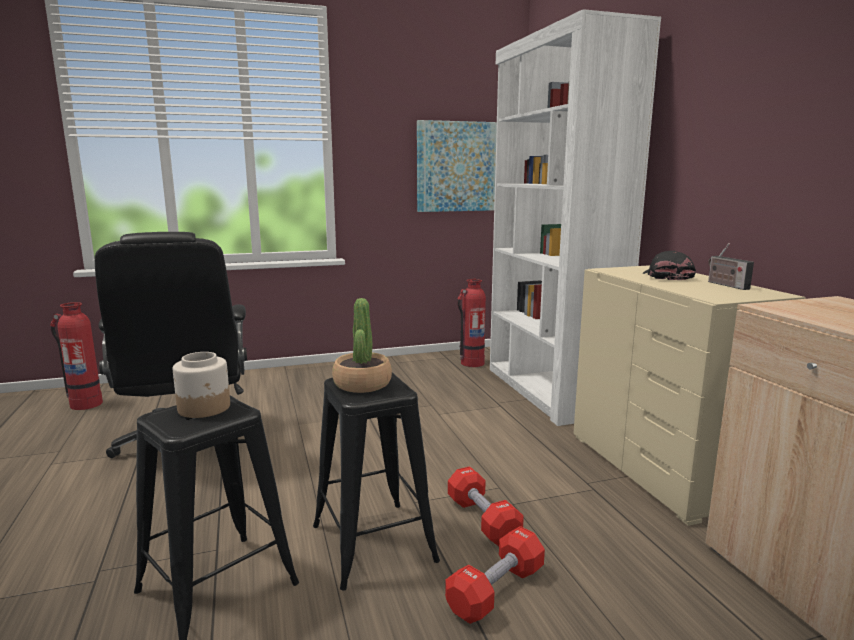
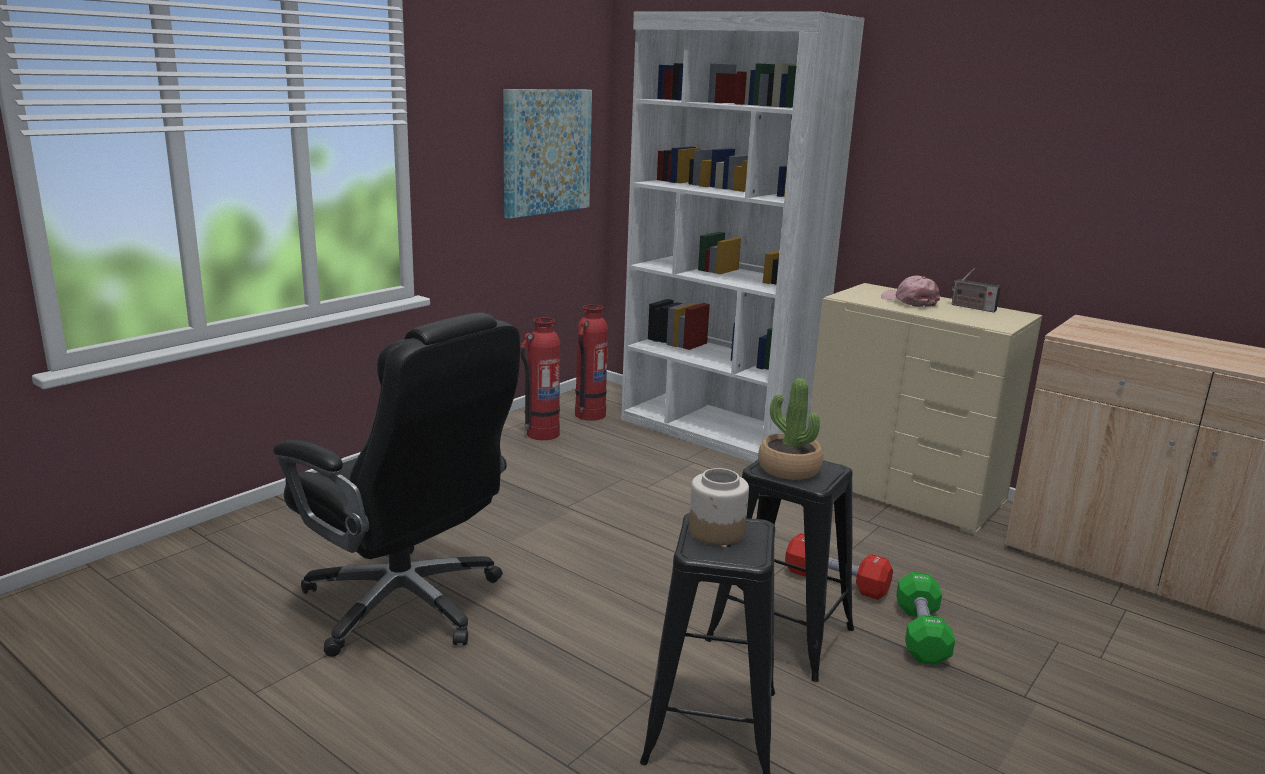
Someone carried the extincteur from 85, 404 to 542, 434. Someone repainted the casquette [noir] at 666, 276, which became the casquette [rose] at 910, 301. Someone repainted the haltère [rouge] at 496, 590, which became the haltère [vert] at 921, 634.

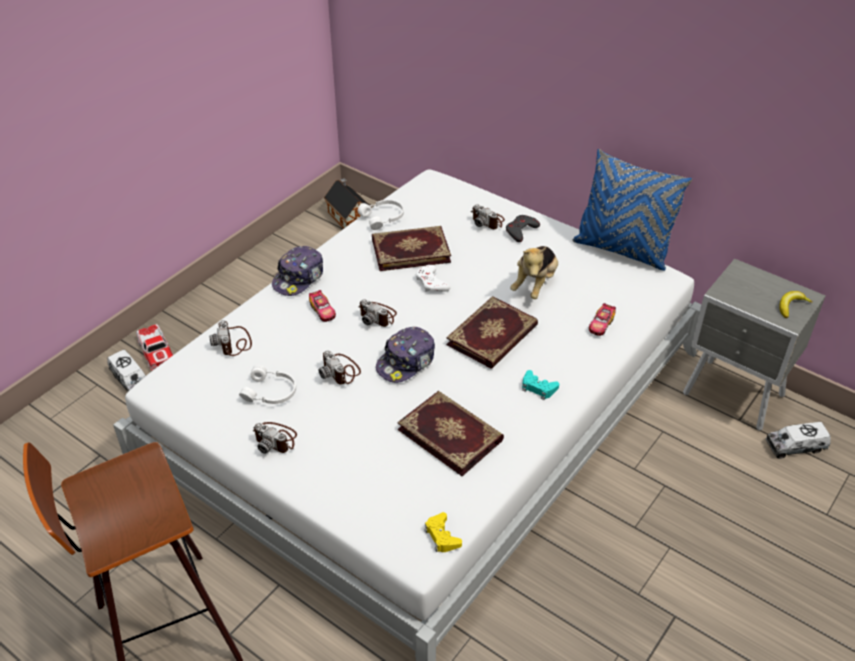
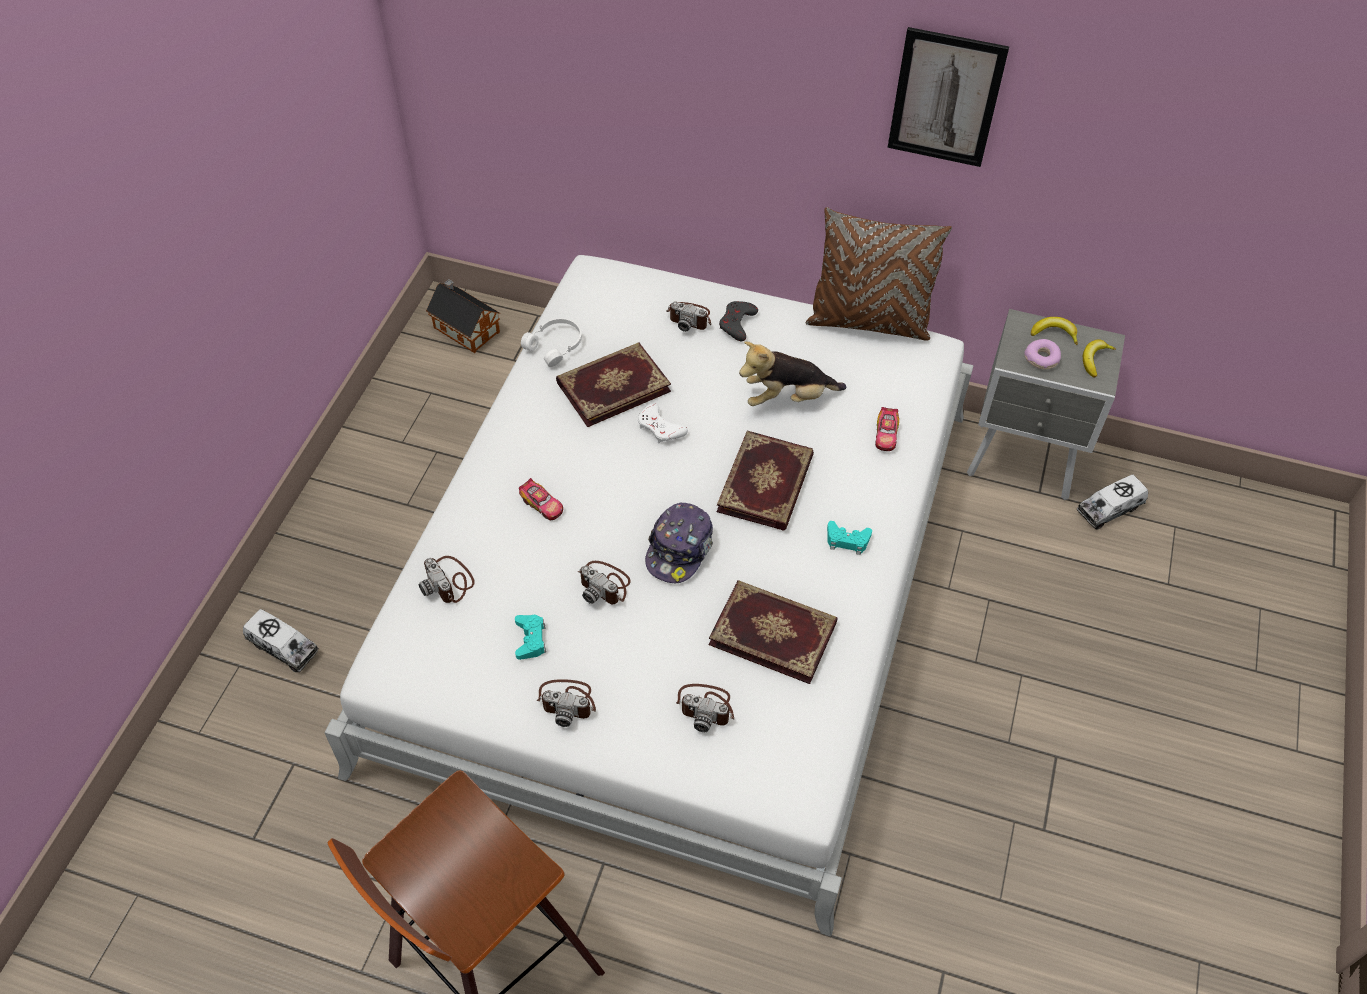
Someone swapped the casque audio [blanc] at 270, 392 for the manette [turquoise] at 530, 639. Someone carried the appareil photo from 378, 316 to 706, 707. Someone rotated the peluche at 535, 284 by 75 degrees clockwise. Someone repainted the coussin [bleu] at 622, 250, which became the coussin [marron] at 868, 322. Someone put up the tableau at 945, 98. Someone put down the beignet at 1042, 359. Someone put down the banane at 1054, 333. Someone took away the petite voiture at 156, 351. Someone took away the casquette at 299, 278. Someone took away the manette [jaune] at 442, 536.

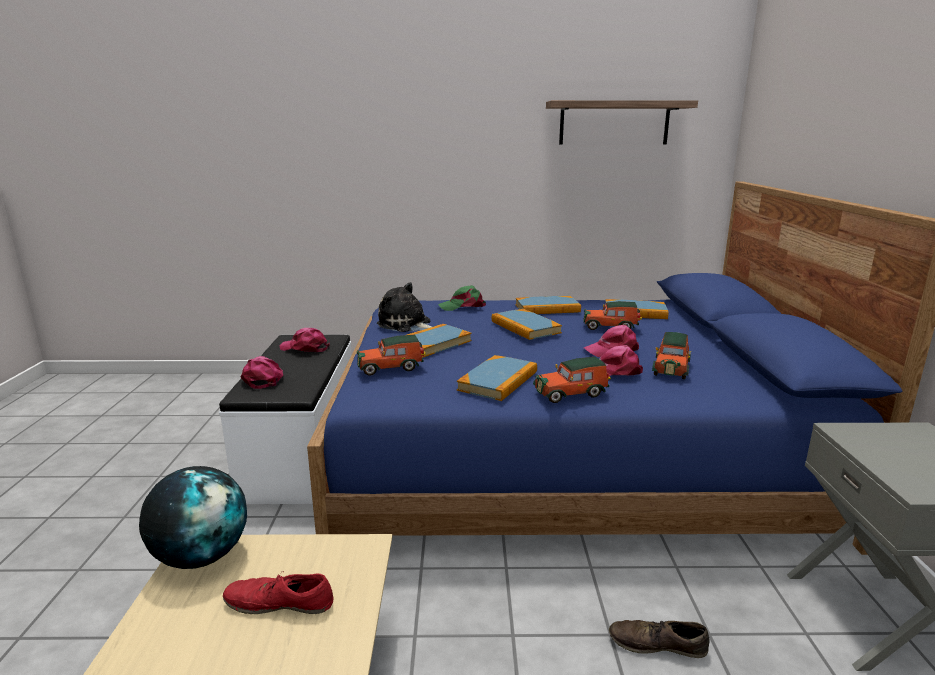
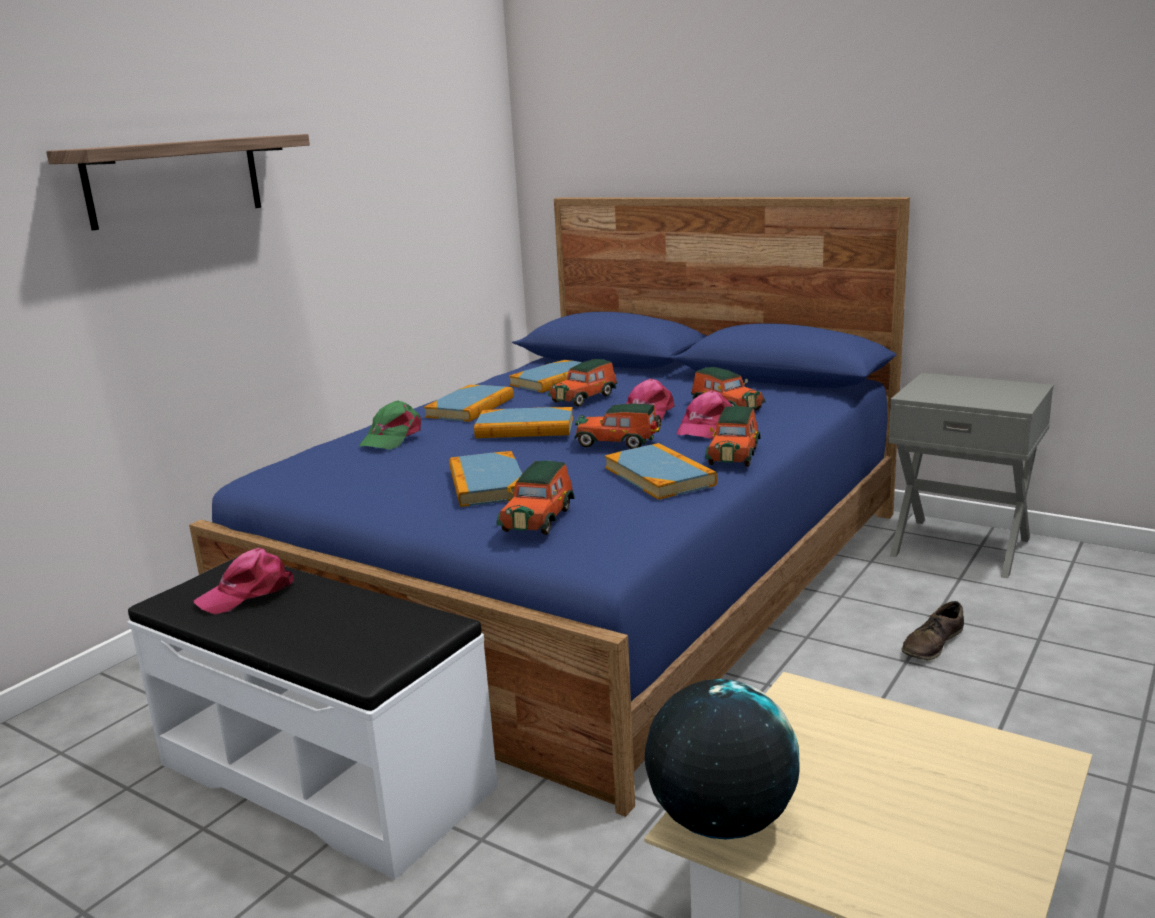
Someone carried the étagère from 614, 123 to 175, 180. Someone put down the petite voiture at 619, 443. Someone took away the chaussure [rouge] at 279, 602. Someone took away the casquette [rose] at 264, 378. Someone took away the peluche at 406, 325.

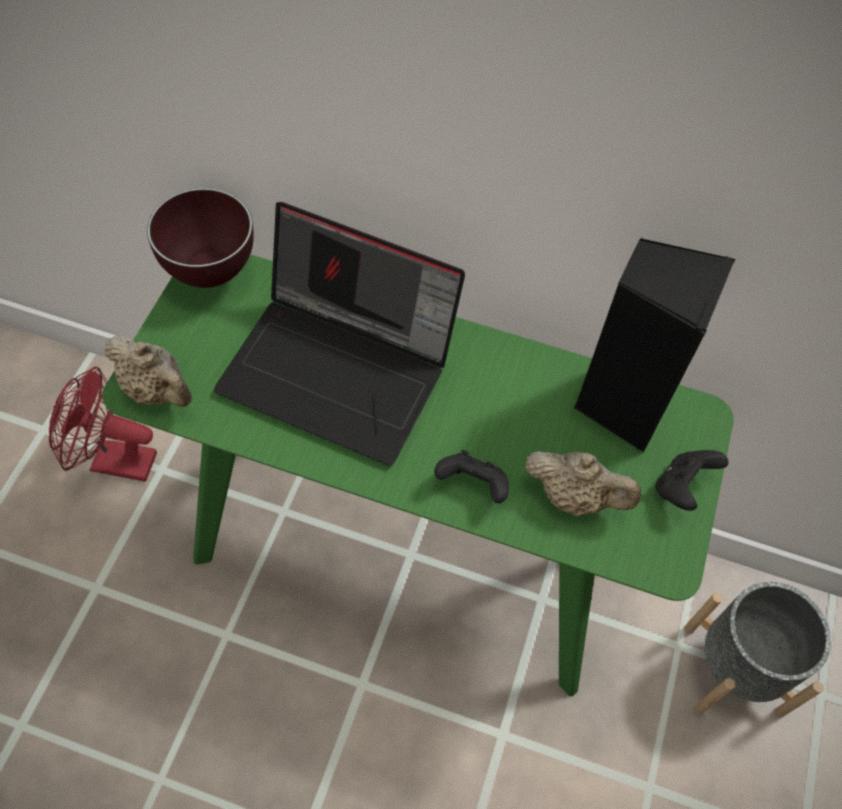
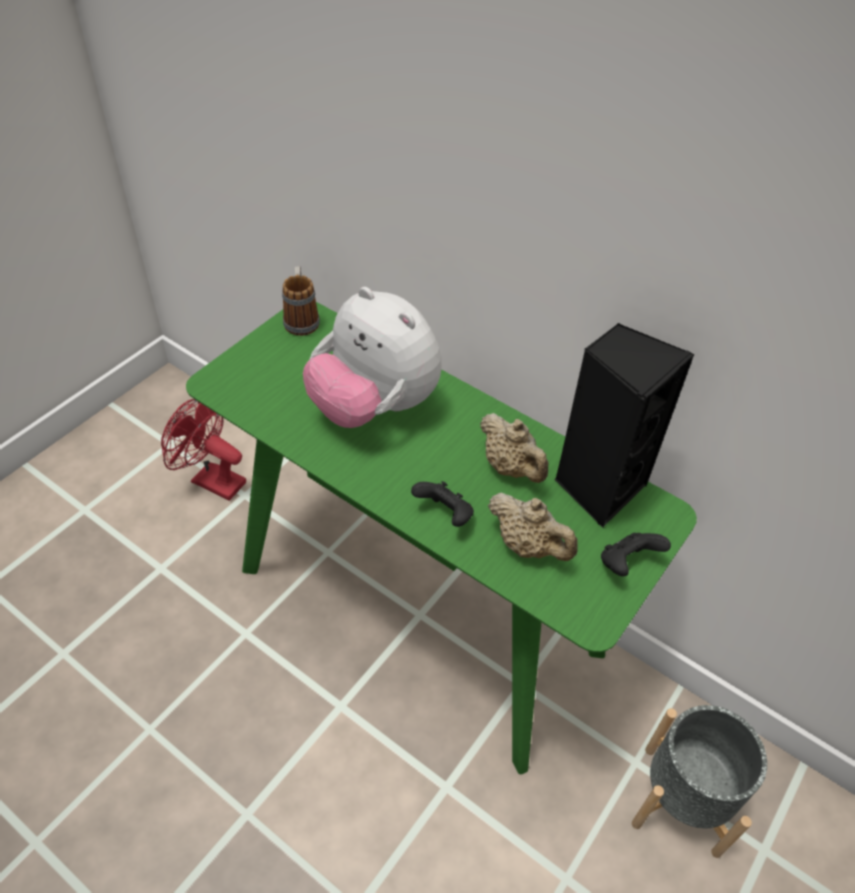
Someone swapped the bol [marron] at 208, 273 for the mug at 301, 319. Someone swapped the ordinateur portable at 341, 370 for the peluche at 373, 407. Someone carried the théière [beige] from 157, 390 to 511, 467.

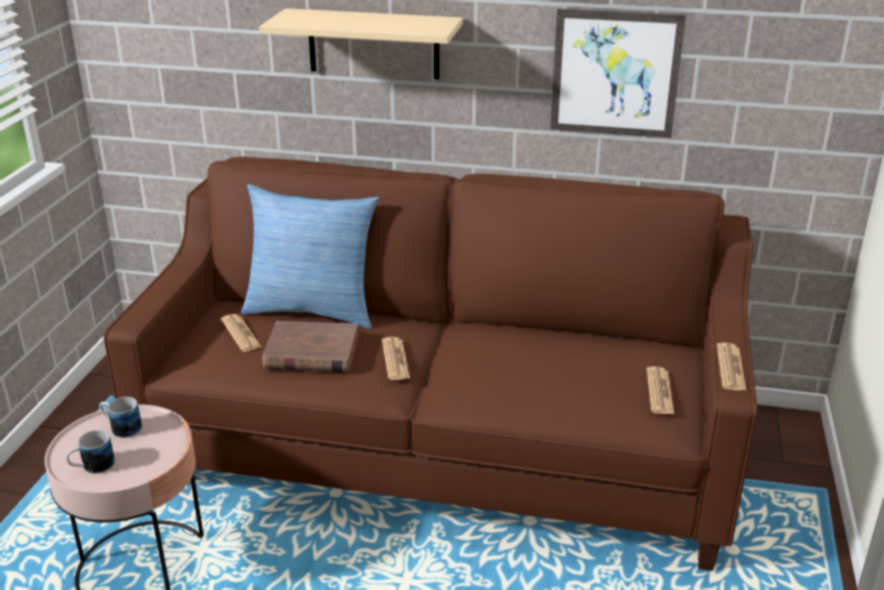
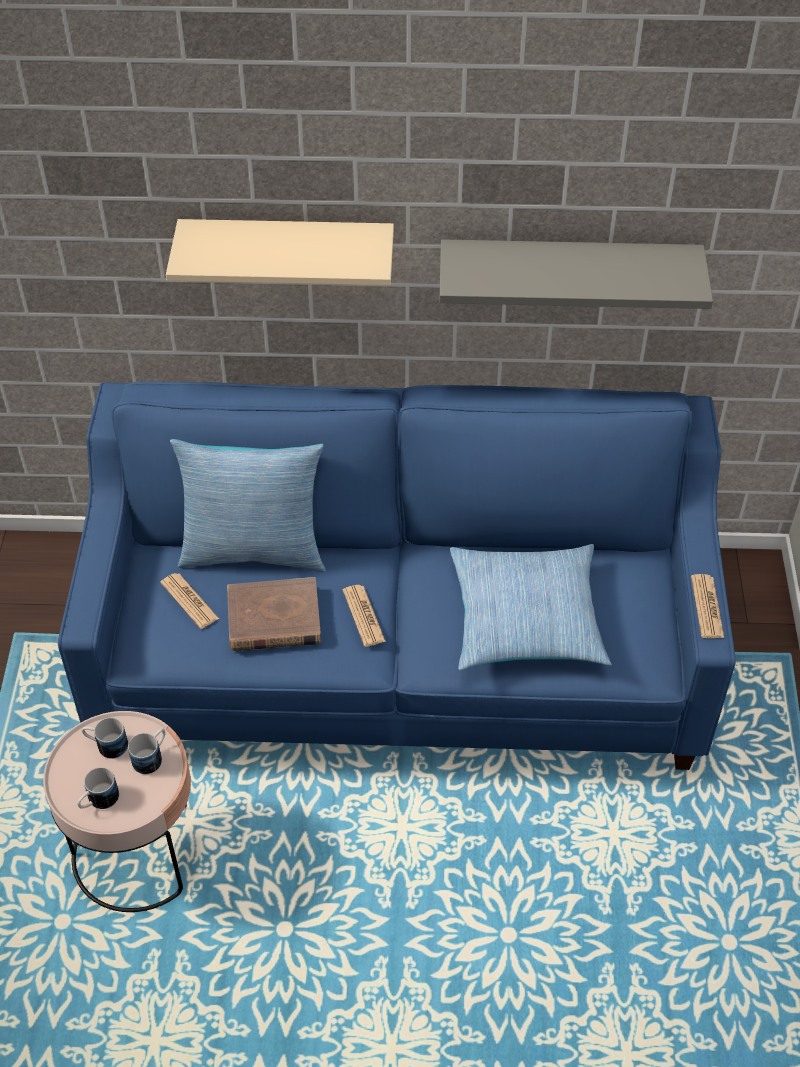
Someone repainted the canapé [marron] at 442, 446, which became the canapé [bleu] at 400, 652. Someone put down the mug at 152, 757. Someone swapped the tableau at 615, 74 for the étagère [gris] at 568, 271. Someone put down the coussin at 526, 618. Someone took away the journal at 659, 391.

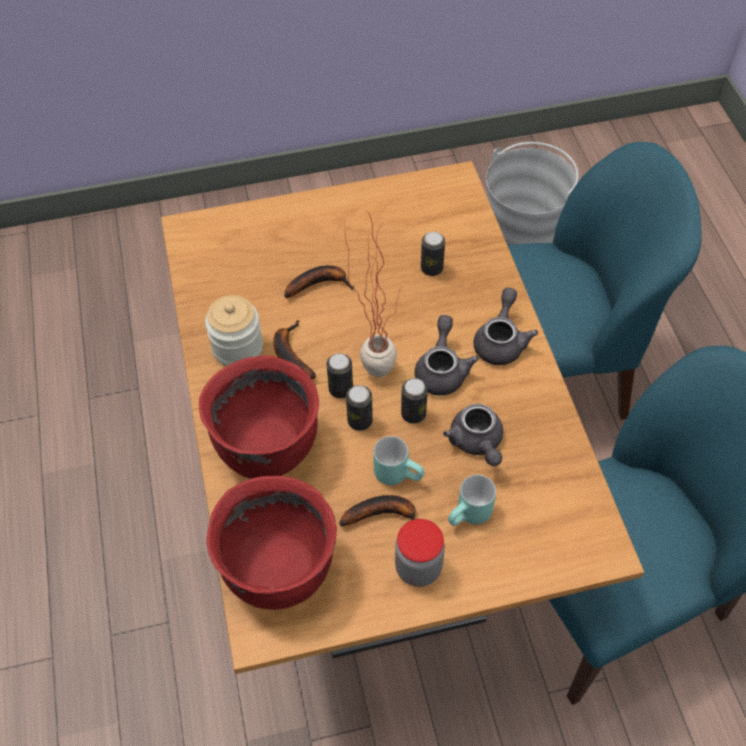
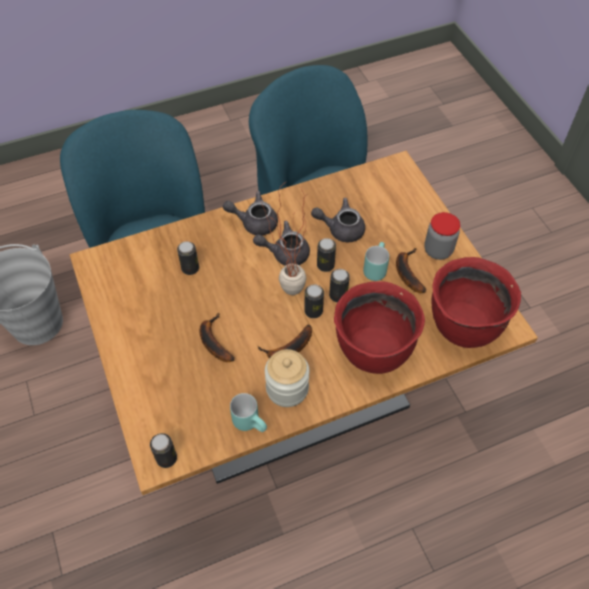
Someone put down the boîte métallique at 166, 458. Someone carried the mug [turquoise] from 470, 517 to 251, 422. Someone rotated the théière [gris] at 477, 443 by 150 degrees counterclockwise.

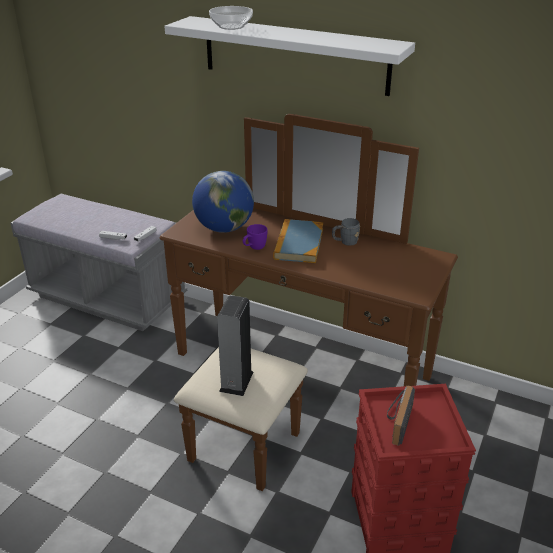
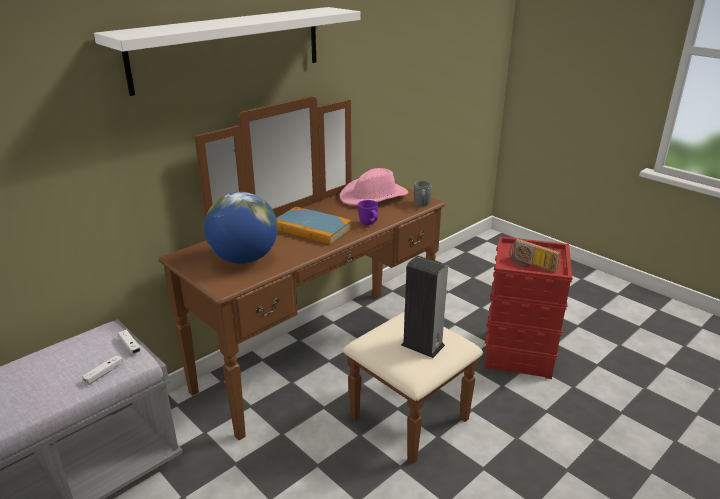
Someone put down the chapeau [rose] at 374, 196. Someone carried the mug [violet] from 254, 248 to 369, 224. Someone carried the mug [gris] from 345, 242 to 422, 205. Someone took away the bol at 231, 26.

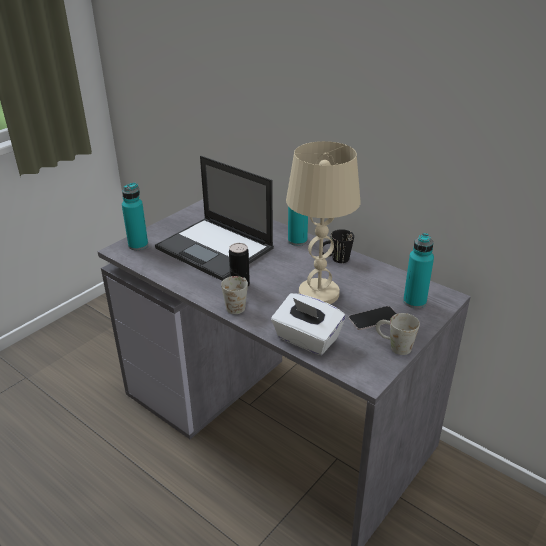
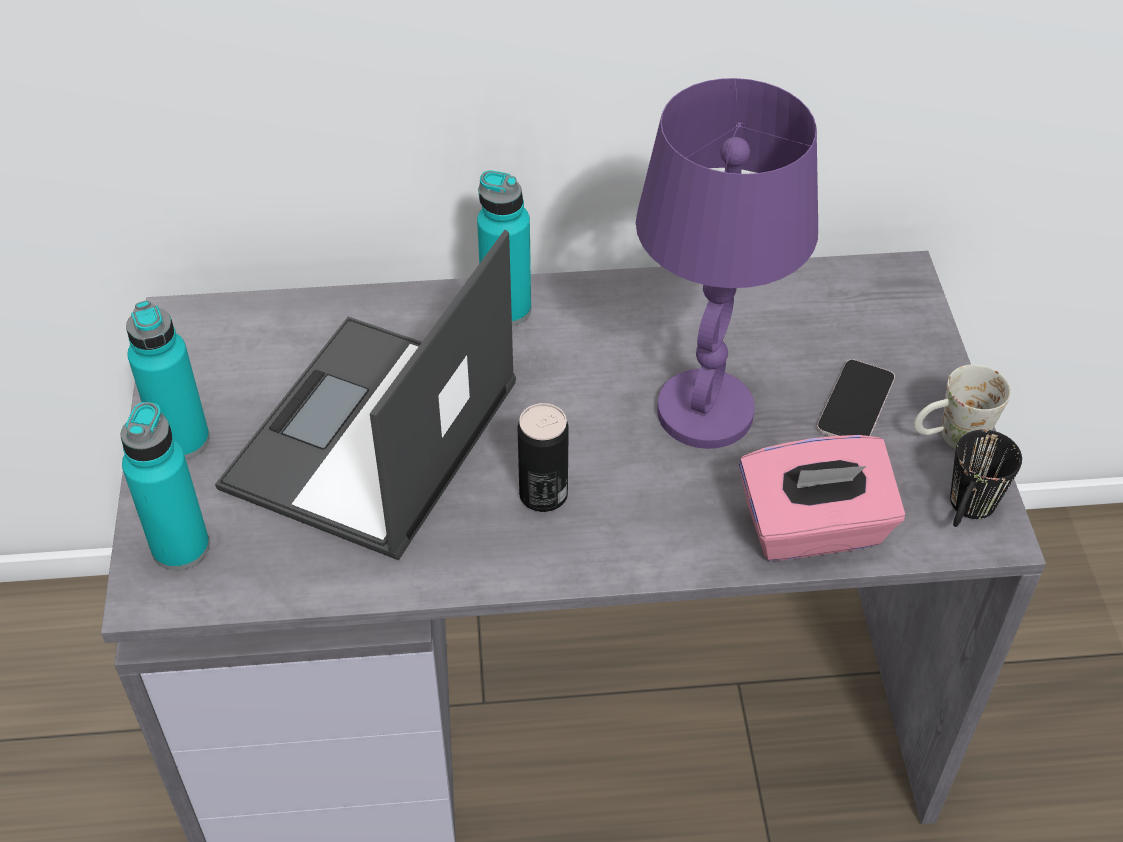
Someone carried the bouteille [turquoise] from 414, 302 to 182, 440. Someone rotated the ordinateur portable at 216, 248 by 120 degrees clockwise. Someone repainted the lampe de table [beige] at 318, 293, which became the lampe de table [violet] at 705, 412. Someone repainted the boîte à mouchoirs [blanc] at 306, 339, which became the boîte à mouchoirs [rose] at 813, 529. Someone carried the mug [noir] from 335, 259 to 967, 512. Someone took away the mug [blanc] at 238, 305.

